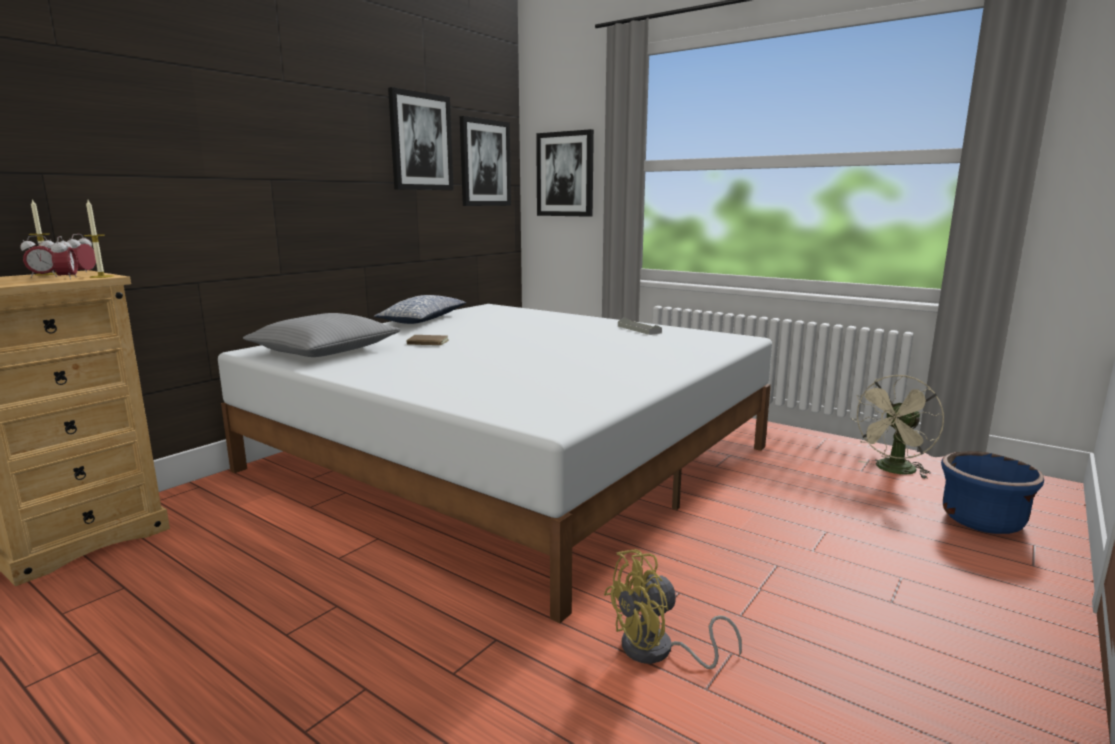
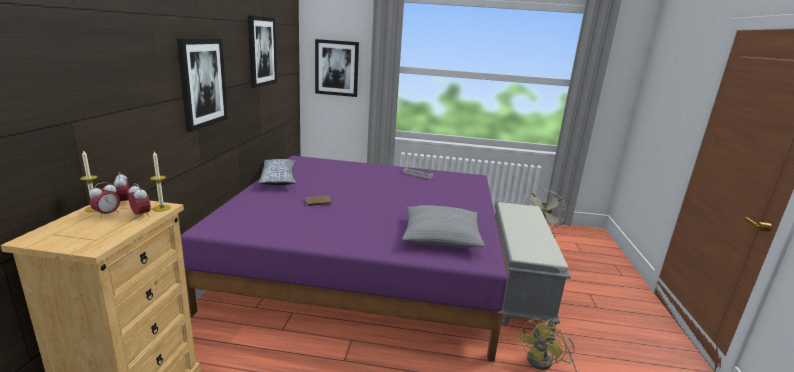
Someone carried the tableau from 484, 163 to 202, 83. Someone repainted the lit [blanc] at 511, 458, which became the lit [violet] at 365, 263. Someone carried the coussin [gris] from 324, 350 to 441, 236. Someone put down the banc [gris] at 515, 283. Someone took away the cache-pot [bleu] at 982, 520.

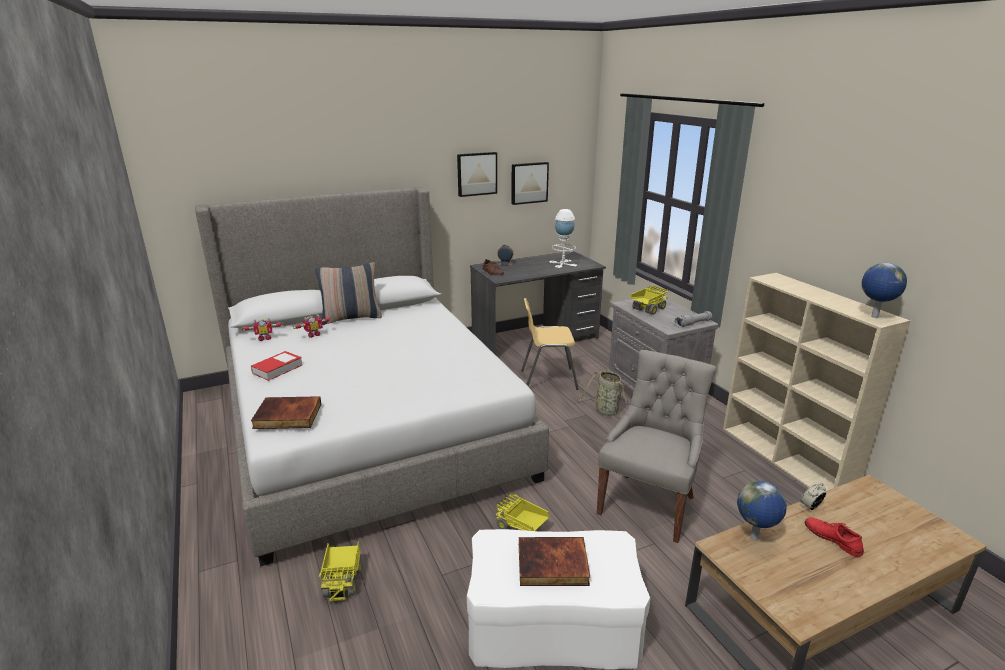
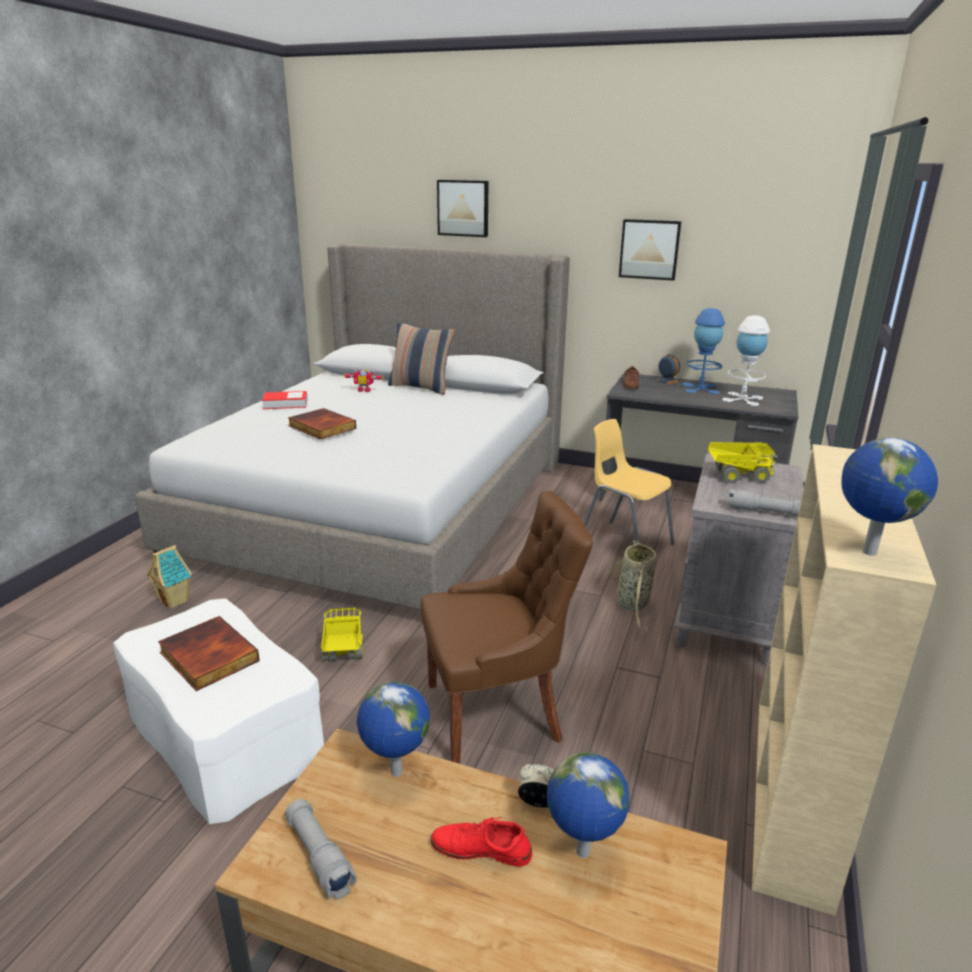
Someone swapped the camion jouet at 342, 580 for the maison miniature at 175, 601. Someone put down the lampe de poche [gris] at 319, 856. Someone carried the livre from 287, 416 to 321, 427. Someone repainted the chaise [gris] at 648, 504, which became the chaise [marron] at 497, 713. Someone rotated the chaussure [rouge] at 832, 539 by 90 degrees counterclockwise. Someone carried the tableau from 529, 182 to 463, 208. Someone put down the globe at 582, 853. Someone put down the lampe de table [bleu] at 701, 388. Someone took away the robot jouet at 265, 338.

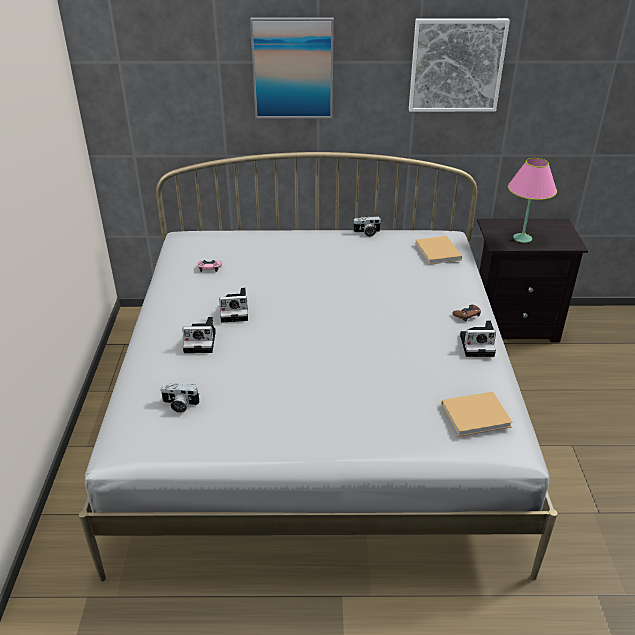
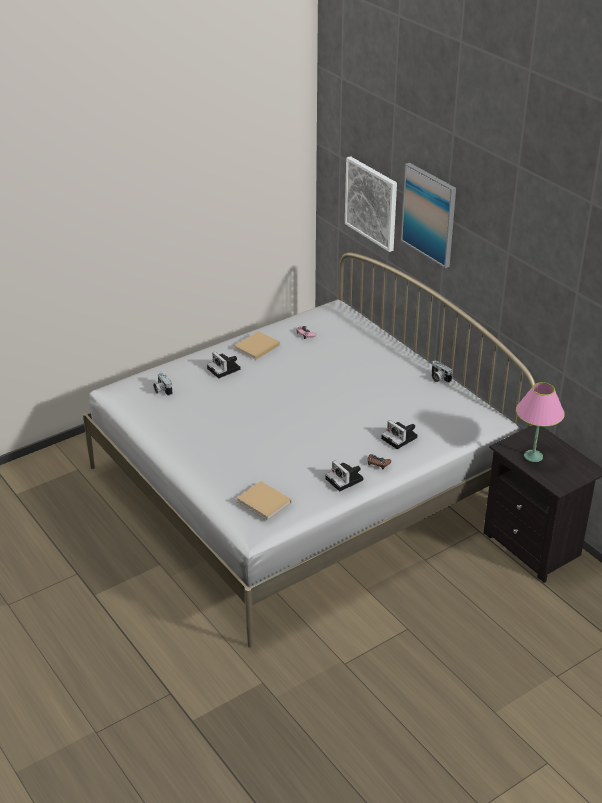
Someone carried the livre [beige] from 438, 252 to 256, 347. Someone carried the tableau from 456, 65 to 372, 203. Someone carried the appareil photo from 235, 311 to 400, 438.

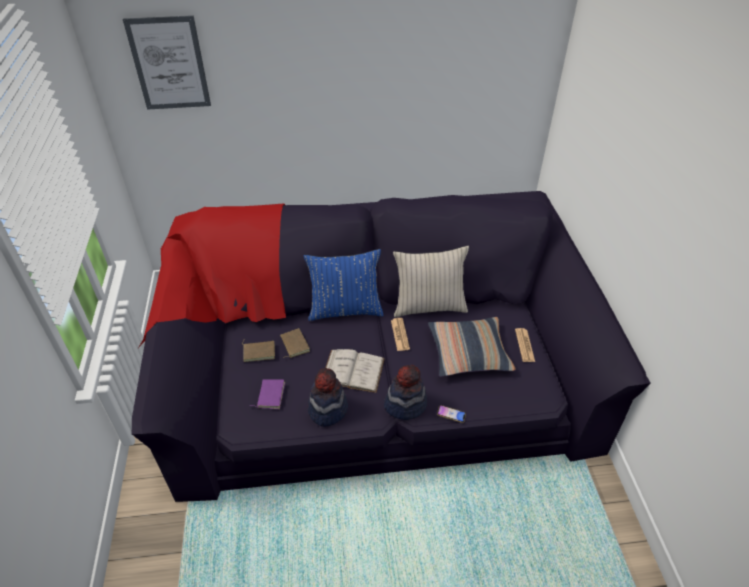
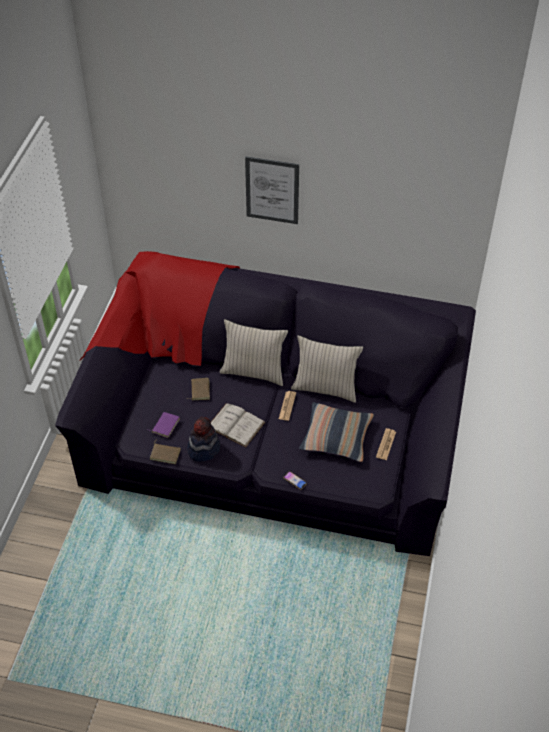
Someone carried the livre [marron] from 259, 351 to 165, 454. Someone repainted the coussin [bleu] at 345, 310, which became the coussin [beige] at 253, 371. Someone carried the tableau from 169, 64 to 272, 190. Someone took away the chapeau at 405, 404.

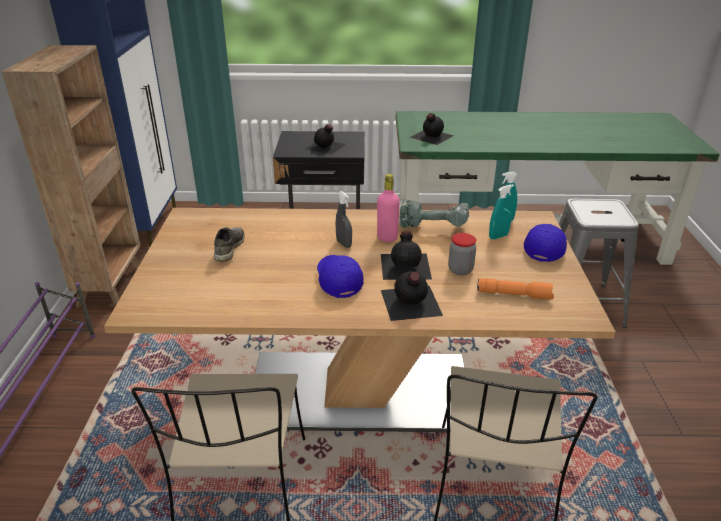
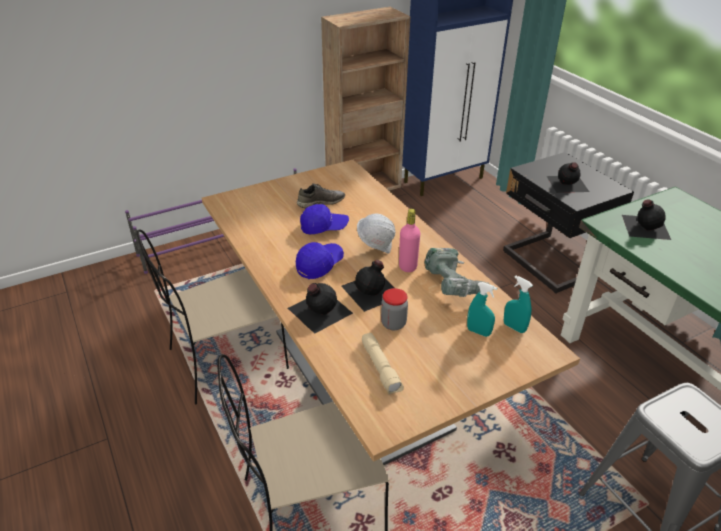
Someone carried the casquette [bleu] from 545, 248 to 324, 227. Someone swapped the vaporisateur [gris] at 344, 244 for the casque de chantier [blanc] at 376, 248. Someone repainted the lampe de poche [orange] at 514, 294, which became the lampe de poche [beige] at 381, 368.

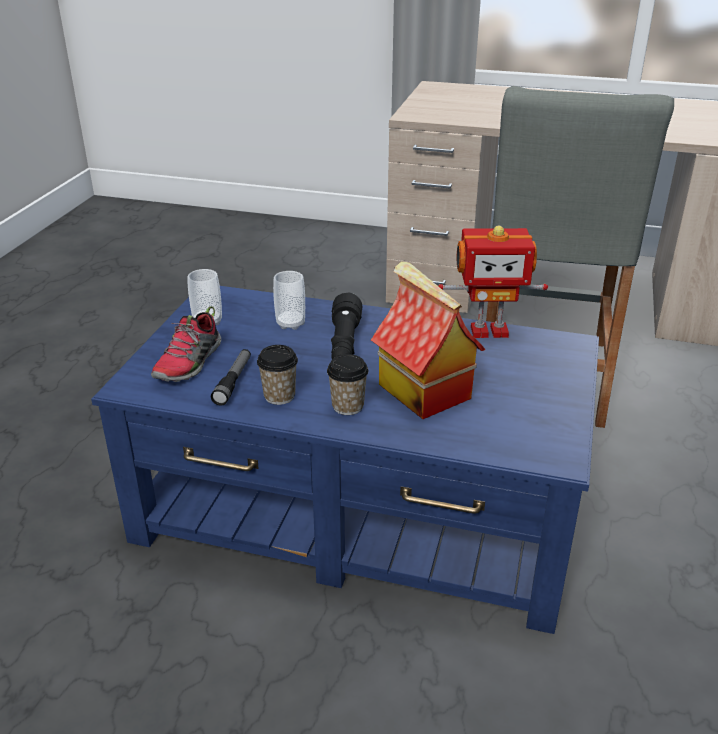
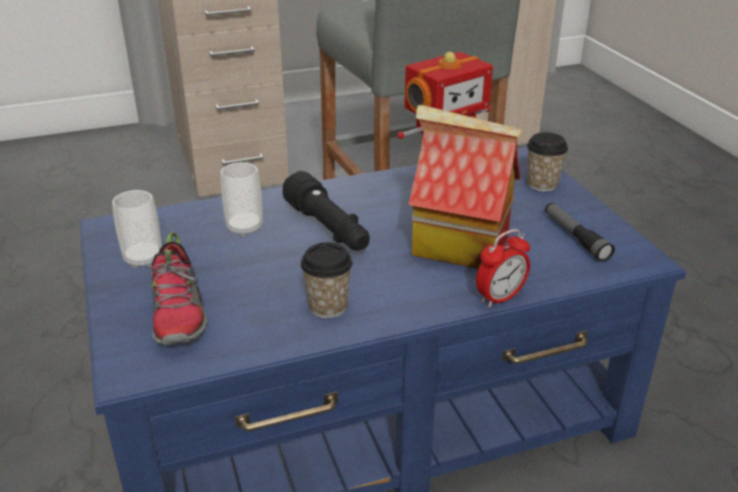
Someone put down the réveil at 500, 298. Someone carried the tasse from 347, 406 to 542, 184. Someone carried the lampe de poche from 233, 382 to 575, 237.

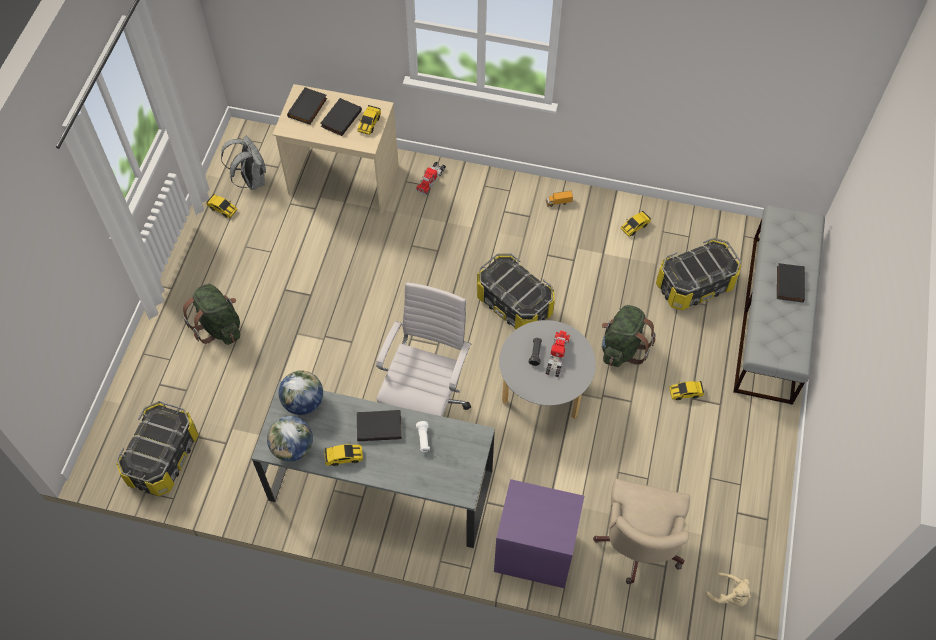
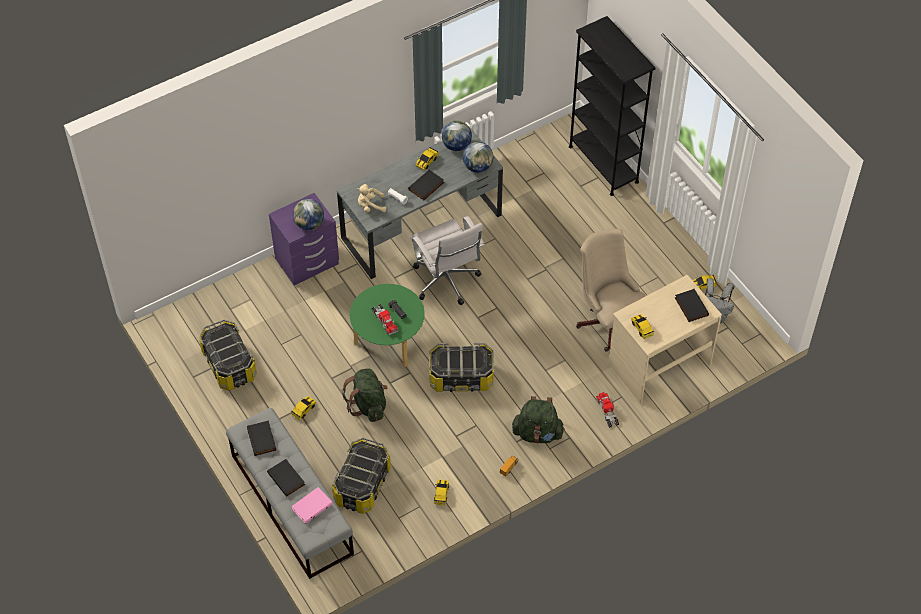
Someone carried the boîte de rangement from 163, 458 to 229, 365. Someone carried the livre [noir] from 340, 118 to 262, 439. Someone put down the livre [rose] at 311, 506. Someone put down the globe at 309, 224. Someone repainted the table basse [gris] at 543, 391, which became the table basse [vert] at 388, 342. Someone carried the peluche [beige] from 729, 595 to 370, 206. Someone carried the sac à dos [vert] from 219, 326 to 537, 433. Someone put down the bibliothèque [noir] at 603, 164. Someone carried the chaise de bureau [beige] from 637, 547 to 608, 319.

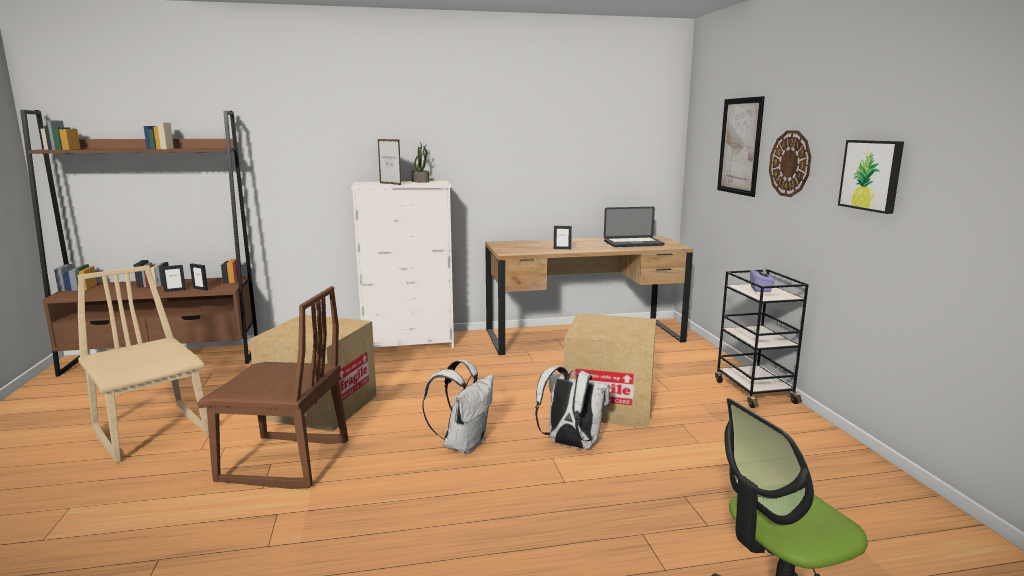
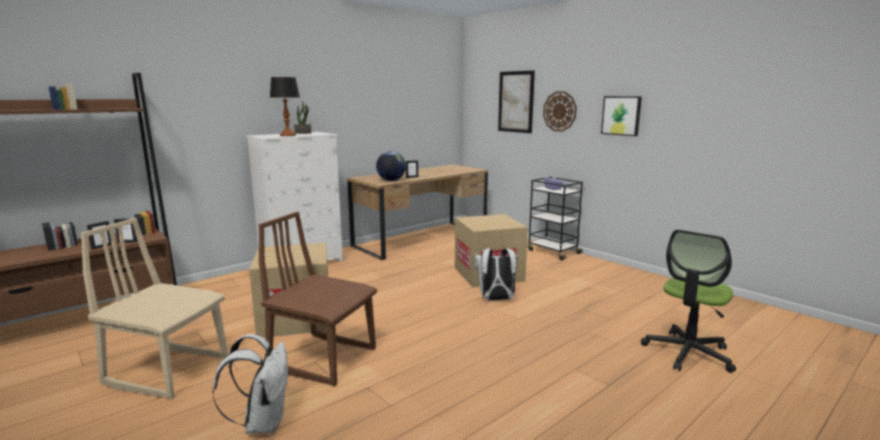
Someone carried the sac à dos [blanc] from 463, 444 to 263, 422. Someone rotated the chaise [marron] at 284, 462 by 135 degrees counterclockwise. Someone swapped the cadre photo at 390, 184 for the lampe de table at 288, 135. Someone put down the globe at 391, 180. Someone took away the ordinateur portable at 633, 243.

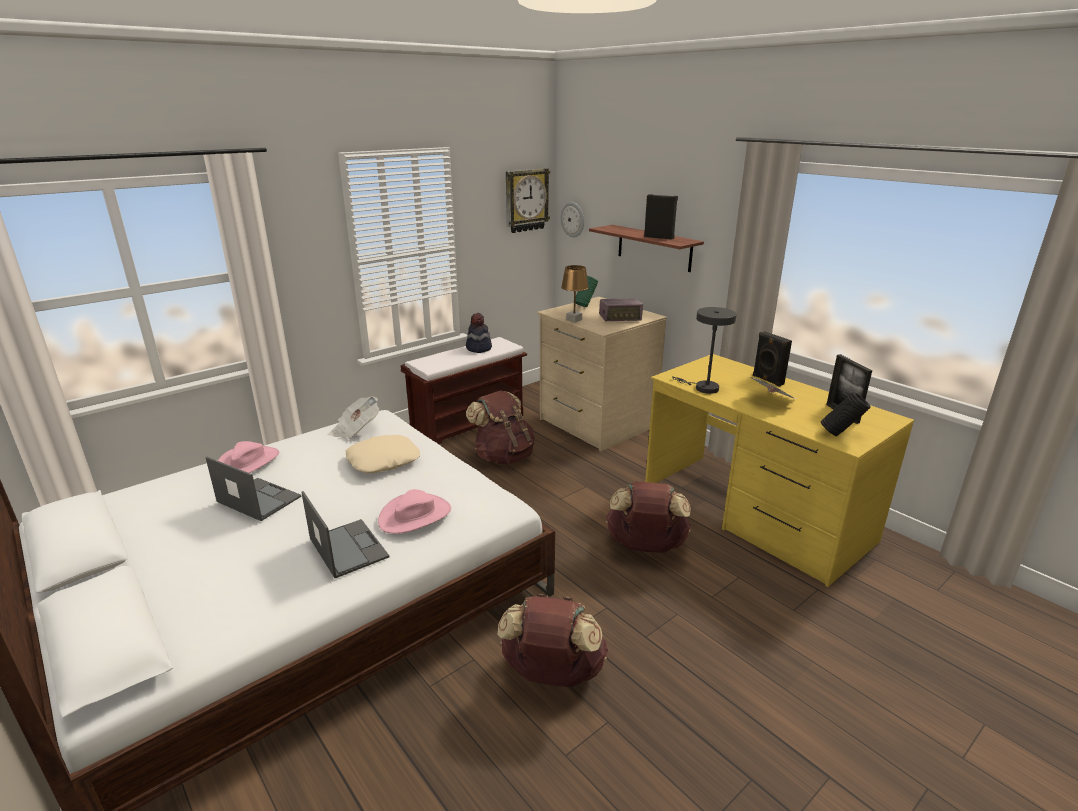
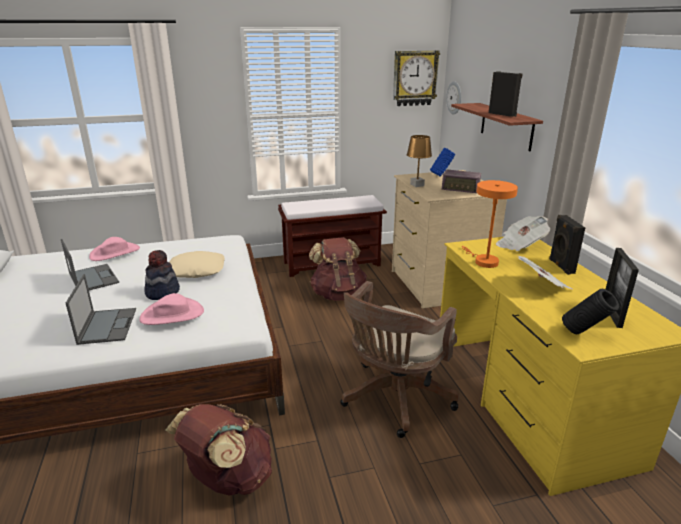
Someone carried the chapeau from 478, 348 to 162, 292. Someone swapped the sac à dos [marron] at 645, 547 for the chaise de bureau [marron] at 394, 399. Someone repainted the vase [vert] at 585, 306, which became the vase [bleu] at 441, 176. Someone repainted the lampe de table [gris] at 703, 388, which became the lampe de table [orange] at 483, 261. Someone carried the journal from 356, 430 to 520, 245.

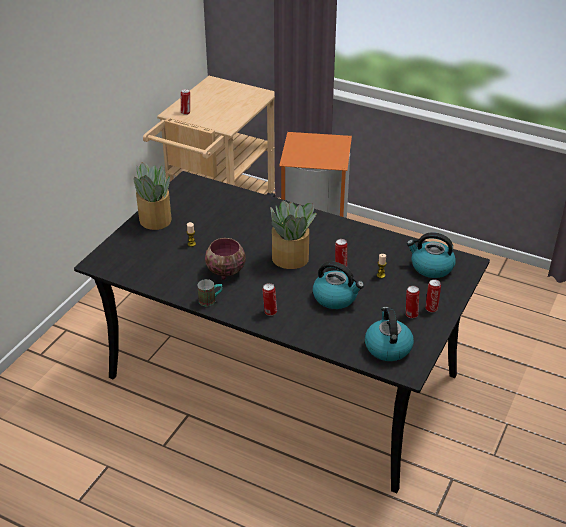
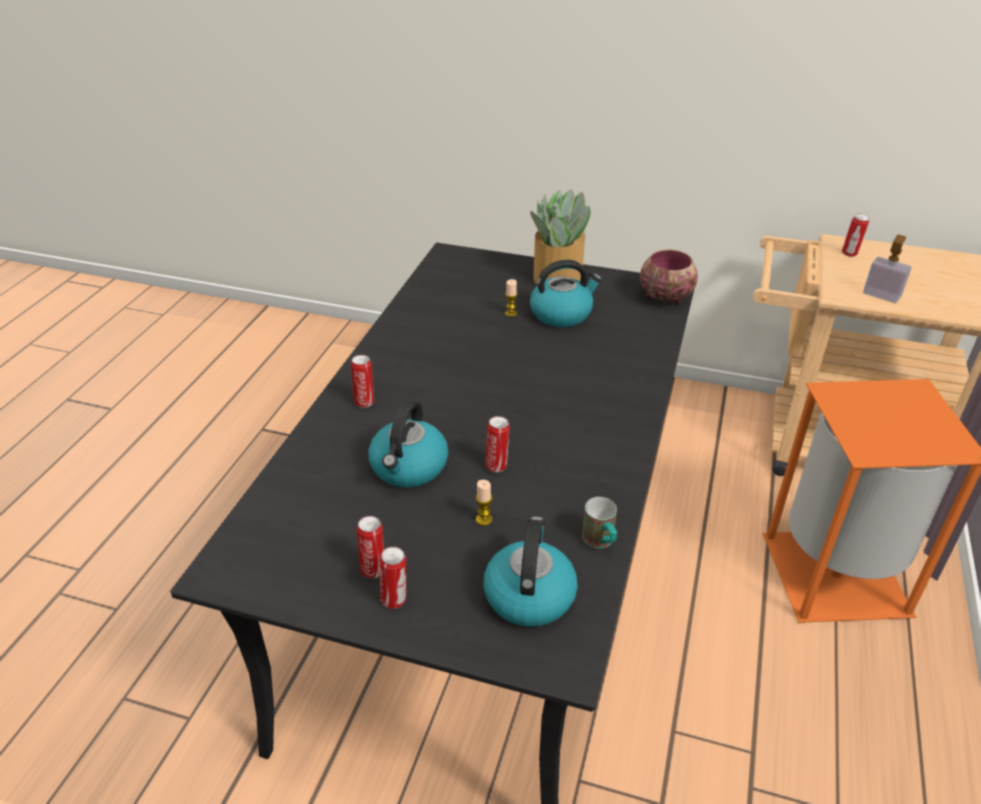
Someone carried the bouilloire from 387, 347 to 562, 313. Someone carried the mug from 210, 300 to 601, 542. Someone carried the bol from 224, 271 to 664, 297. Someone put down the distributeur de savon at 881, 295. Someone took away the plante en pot at 291, 258.

